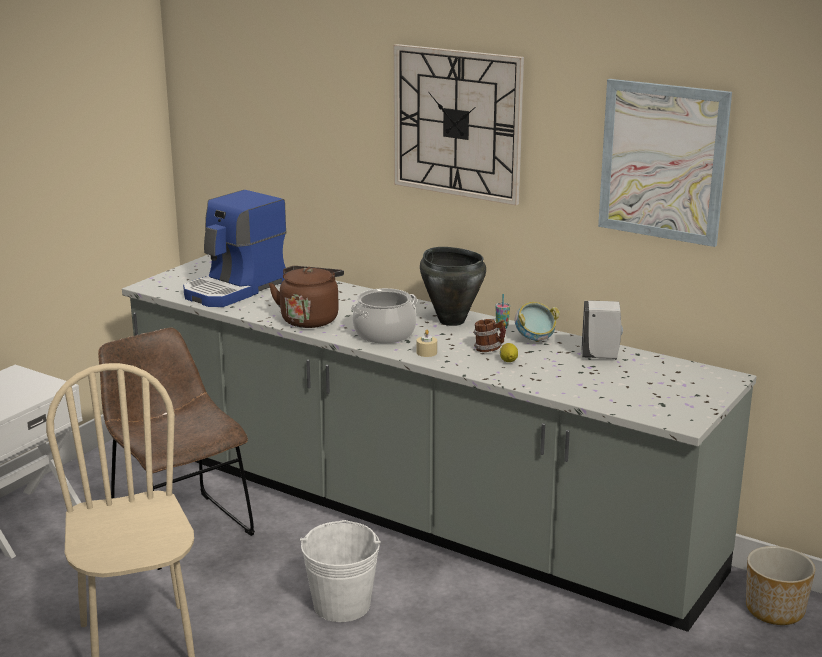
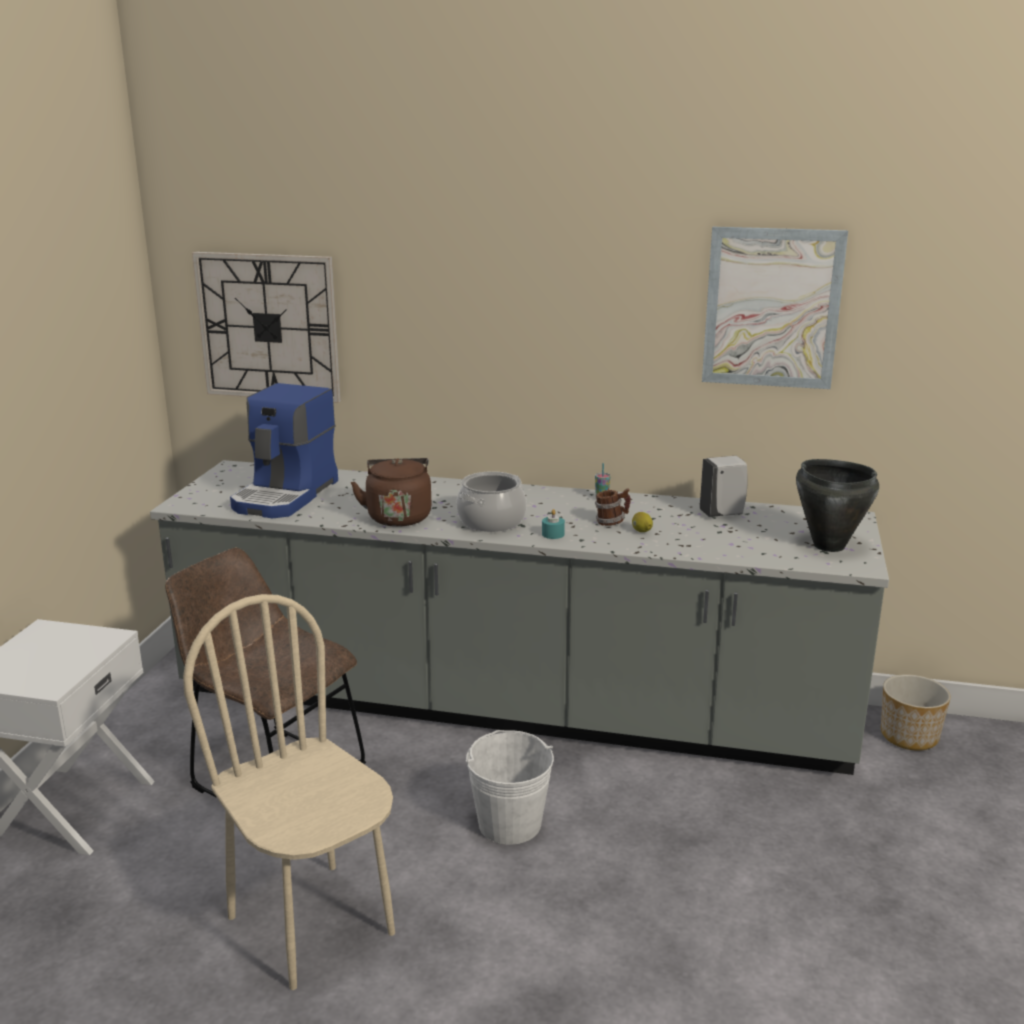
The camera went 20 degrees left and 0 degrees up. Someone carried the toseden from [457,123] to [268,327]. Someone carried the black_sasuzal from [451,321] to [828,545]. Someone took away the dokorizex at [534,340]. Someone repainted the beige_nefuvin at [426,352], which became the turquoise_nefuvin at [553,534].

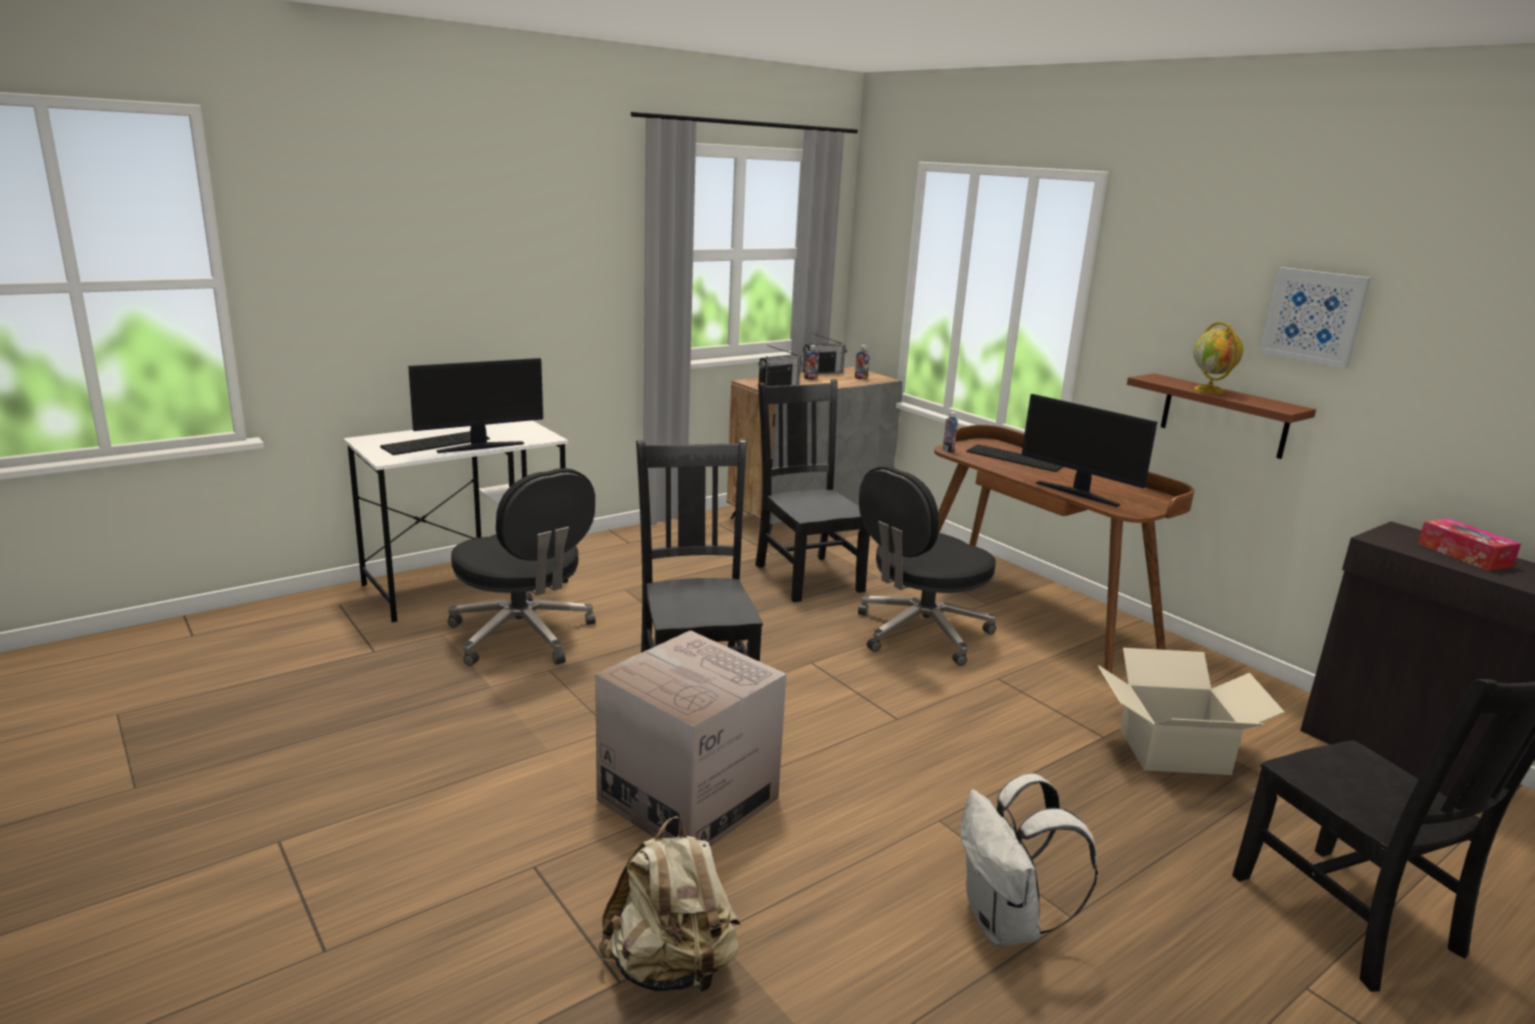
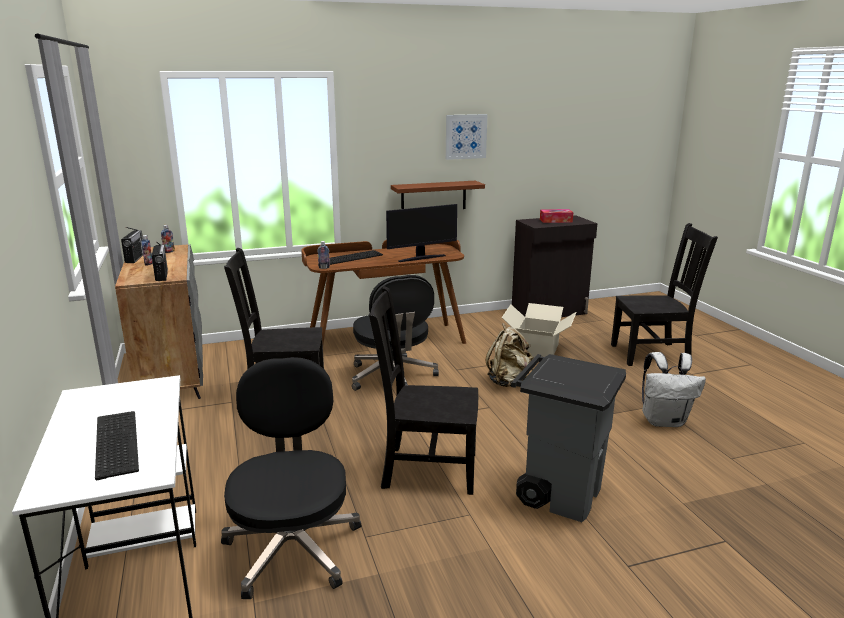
The camera went 70 degrees left and 0 degrees up. Someone took away the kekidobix at [1210,390]. Someone took away the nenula at [480,447]. Someone rotated the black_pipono at [523,636] by 75 degrees counterclockwise. Someone swapped the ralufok at [688,799] for the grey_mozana at [560,493]. Someone carried the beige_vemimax from [671,967] to [509,382].

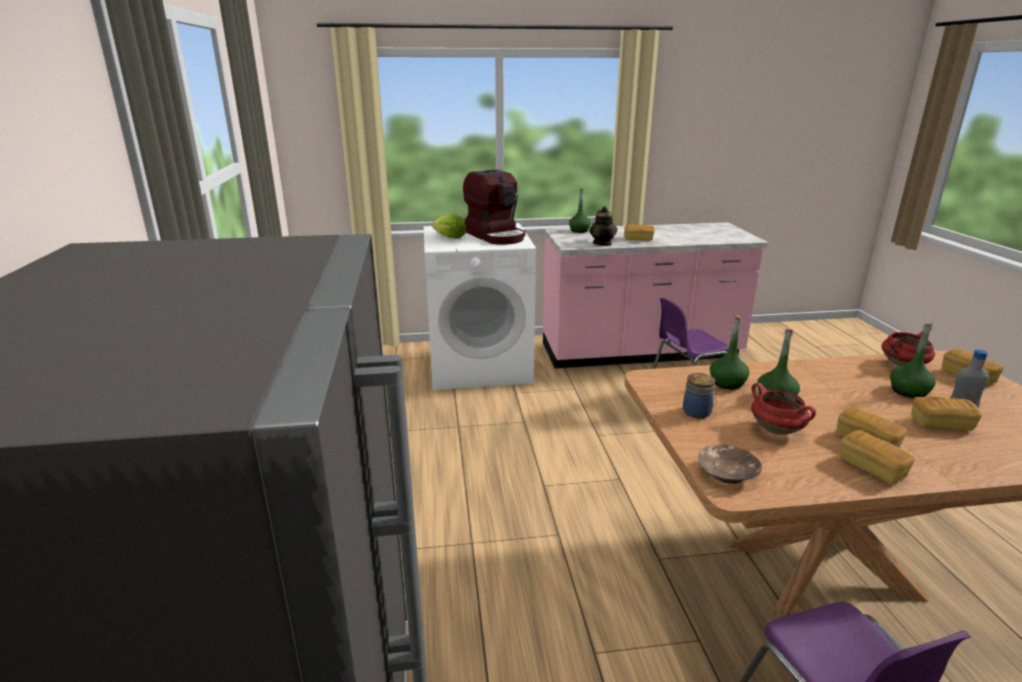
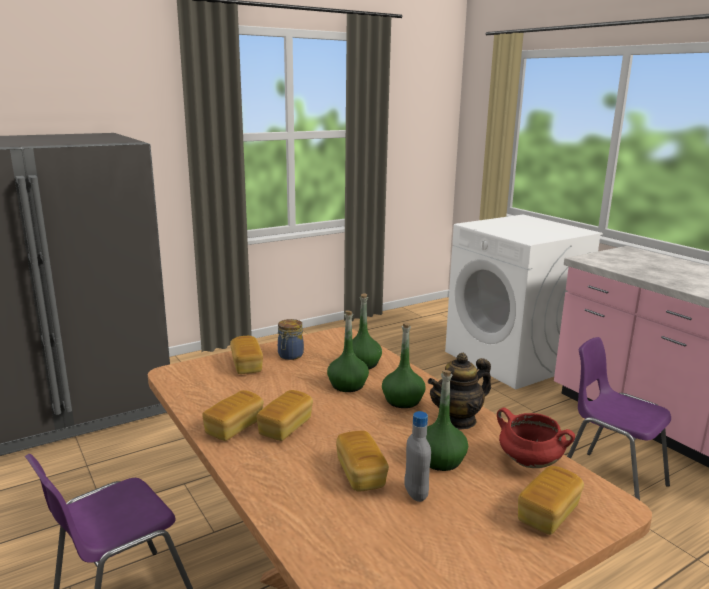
The camera went 65 degrees right and 5 degrees down. Someone took away the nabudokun at [496,236]. Someone carried the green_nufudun from [579,231] to [403,400]. Someone carried the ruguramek from [602,243] to [458,420]. Someone took away the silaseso at [449,237]. Someone carried the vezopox from [638,239] to [247,365]. Someone took away the red_sasuzal at [777,430]. Someone took away the brown_dokorizex at [727,473].

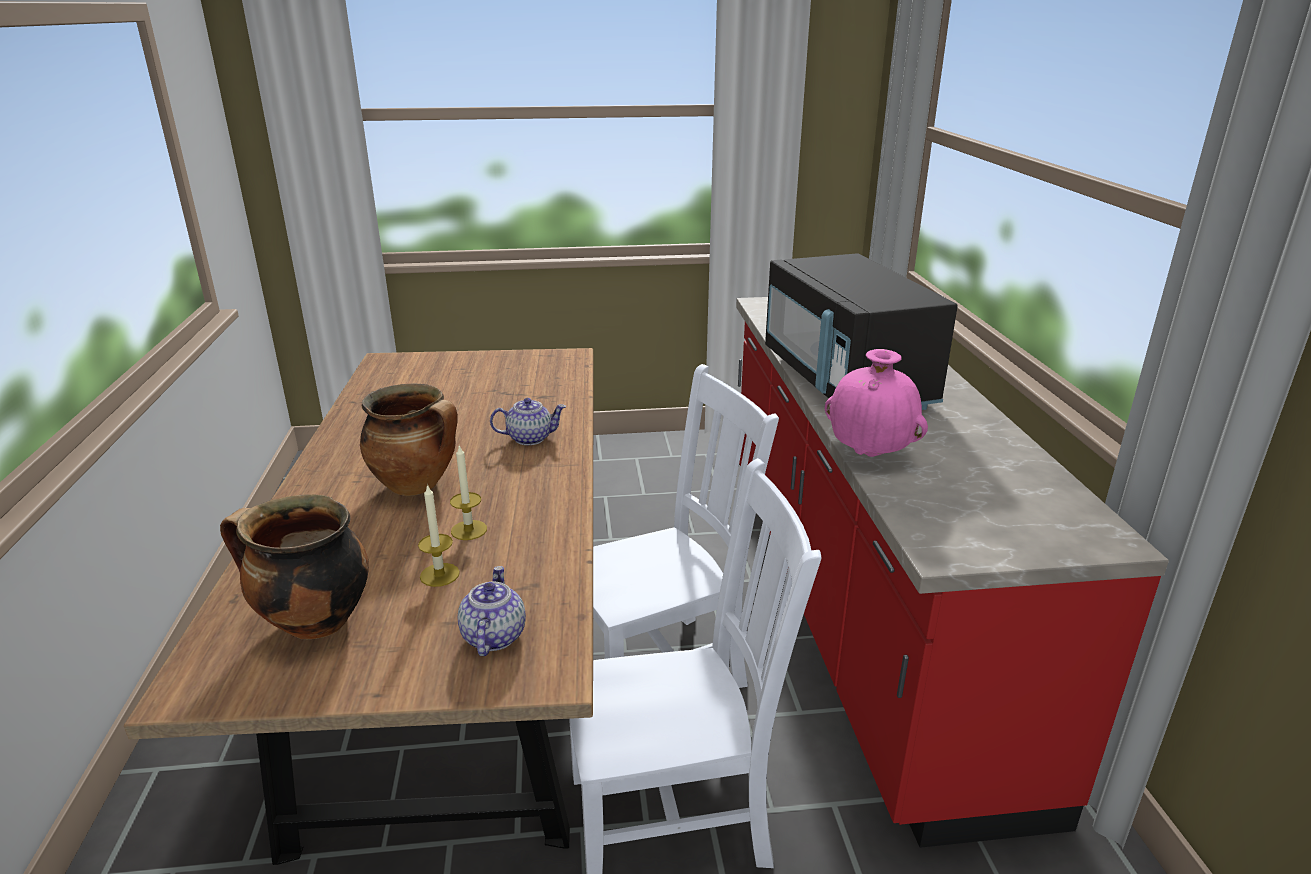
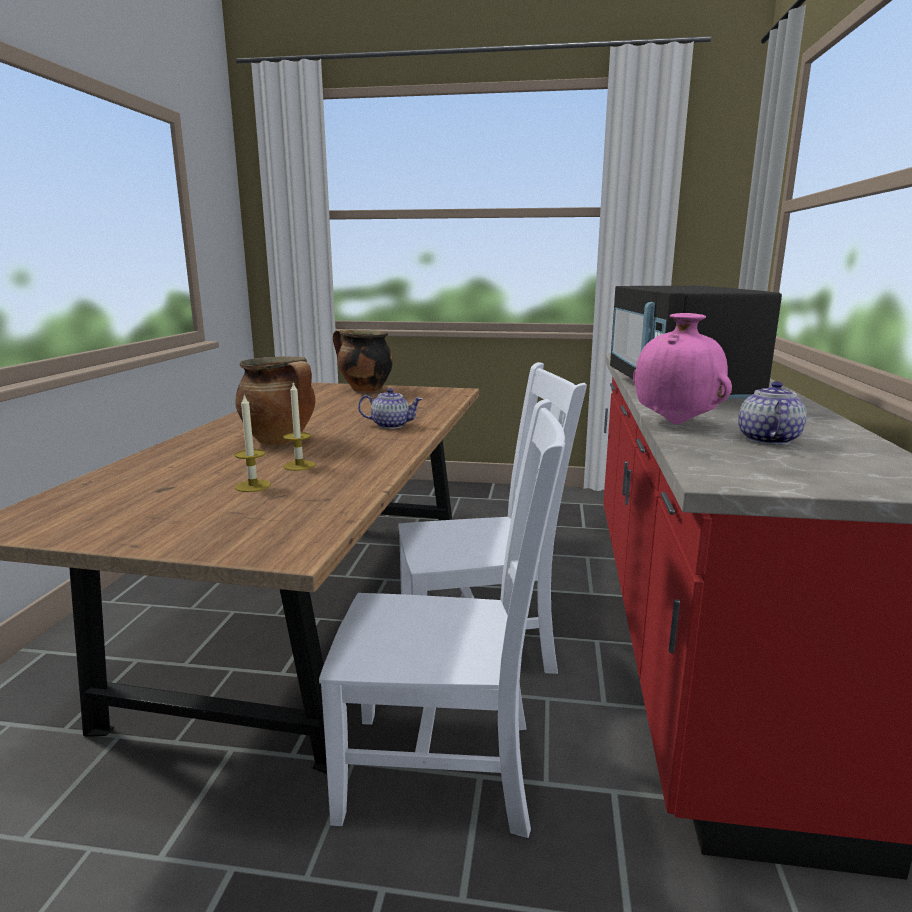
The camera went 15 degrees right and 10 degrees down. Someone carried the sasuzal from [313,623] to [364,390]. Someone carried the ruguramek from [493,636] to [767,440].

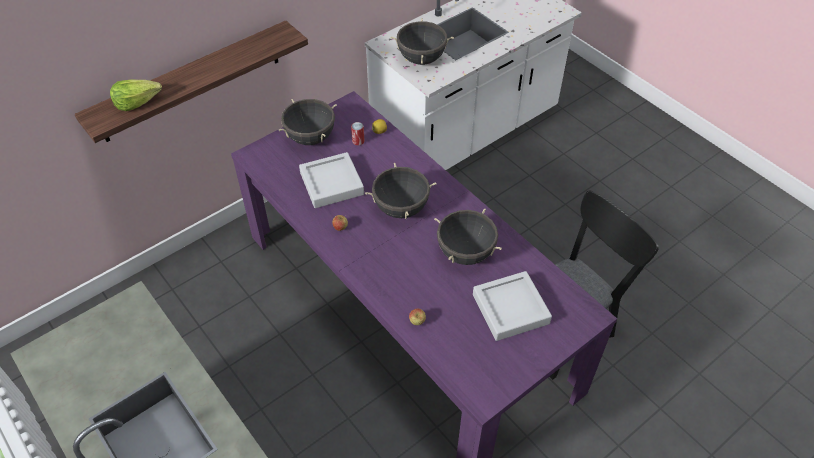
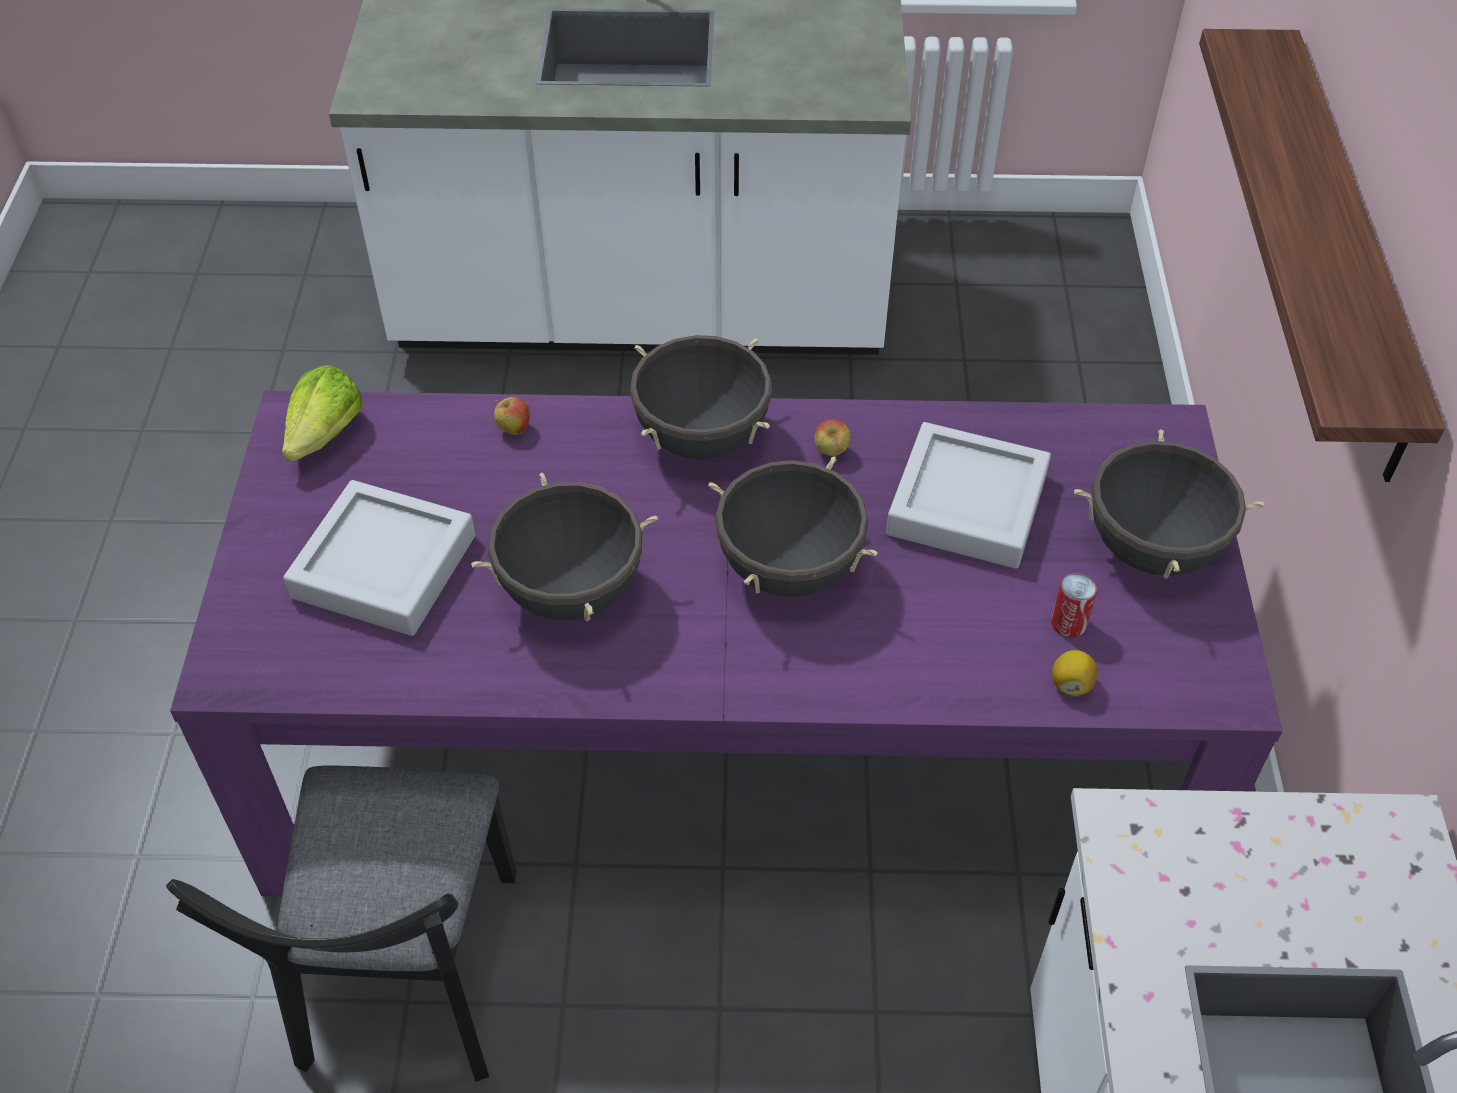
The camera went 130 degrees right and 0 degrees up. Someone carried the black_sasuzal from [421,59] to [702,438]. Someone carried the silaseso from [137,102] to [326,434].

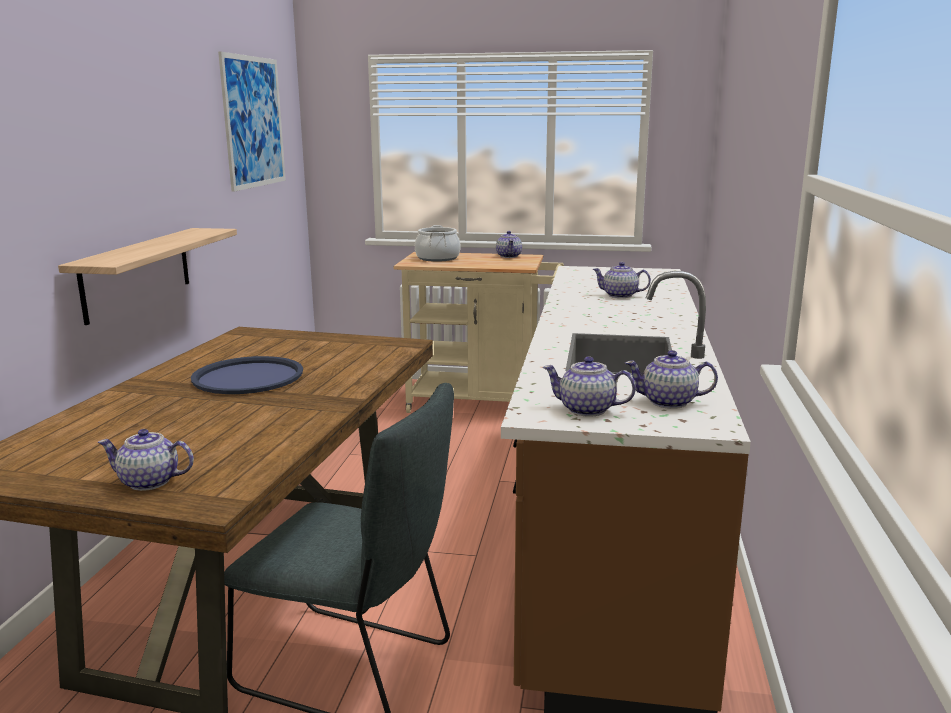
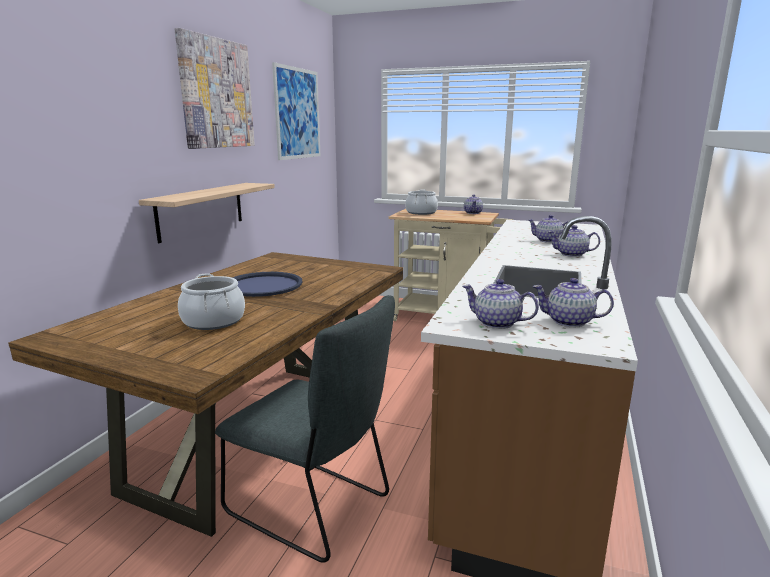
The camera went 10 degrees right and 0 degrees up. Someone carried the ruguramek from [150,482] to [572,254]. Someone put up the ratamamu at [216,93]. Someone put down the sasuzal at [214,321].

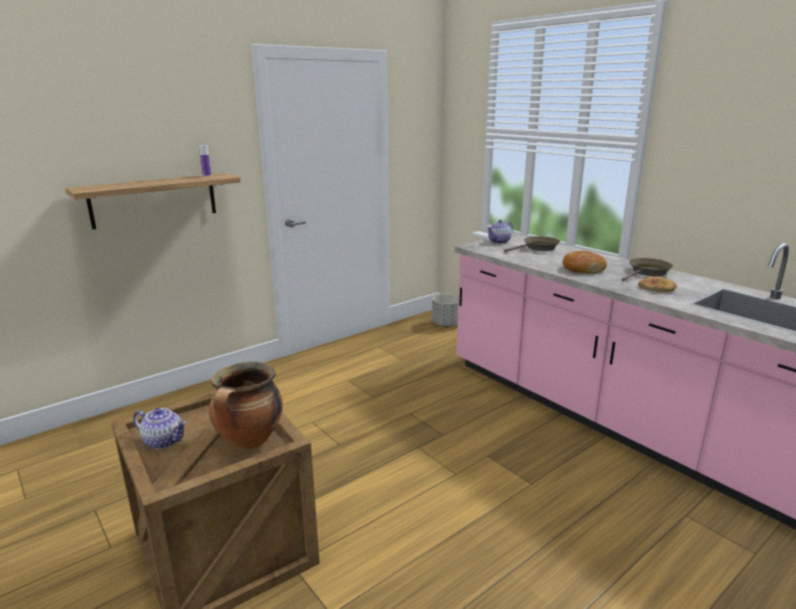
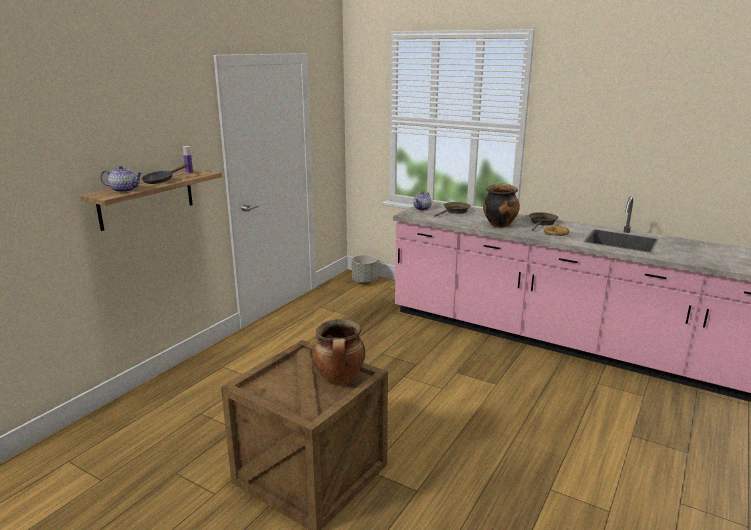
The camera went 20 degrees left and 0 degrees up. Someone swapped the vezopox at [582,269] for the sasuzal at [499,224]. Someone carried the ruguramek from [164,441] to [124,190]. Someone put down the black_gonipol at [161,181].

